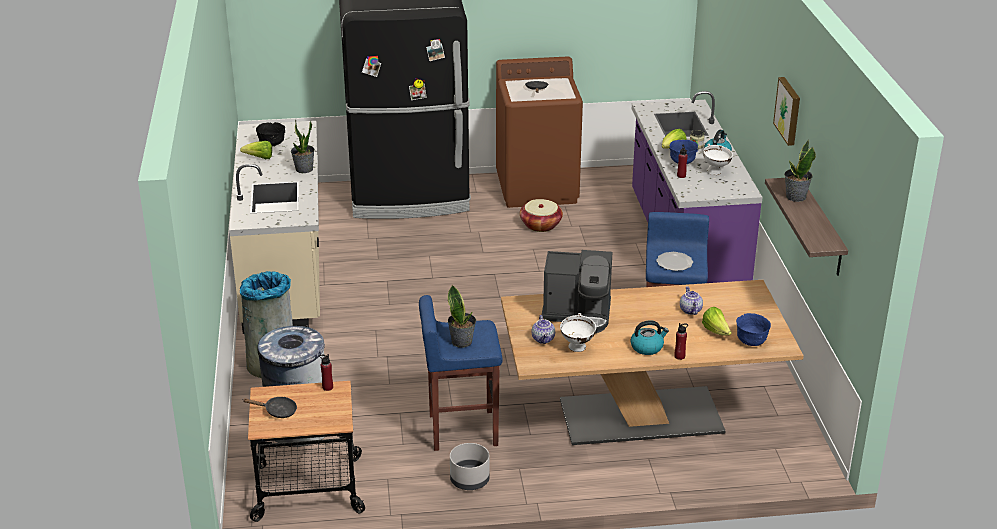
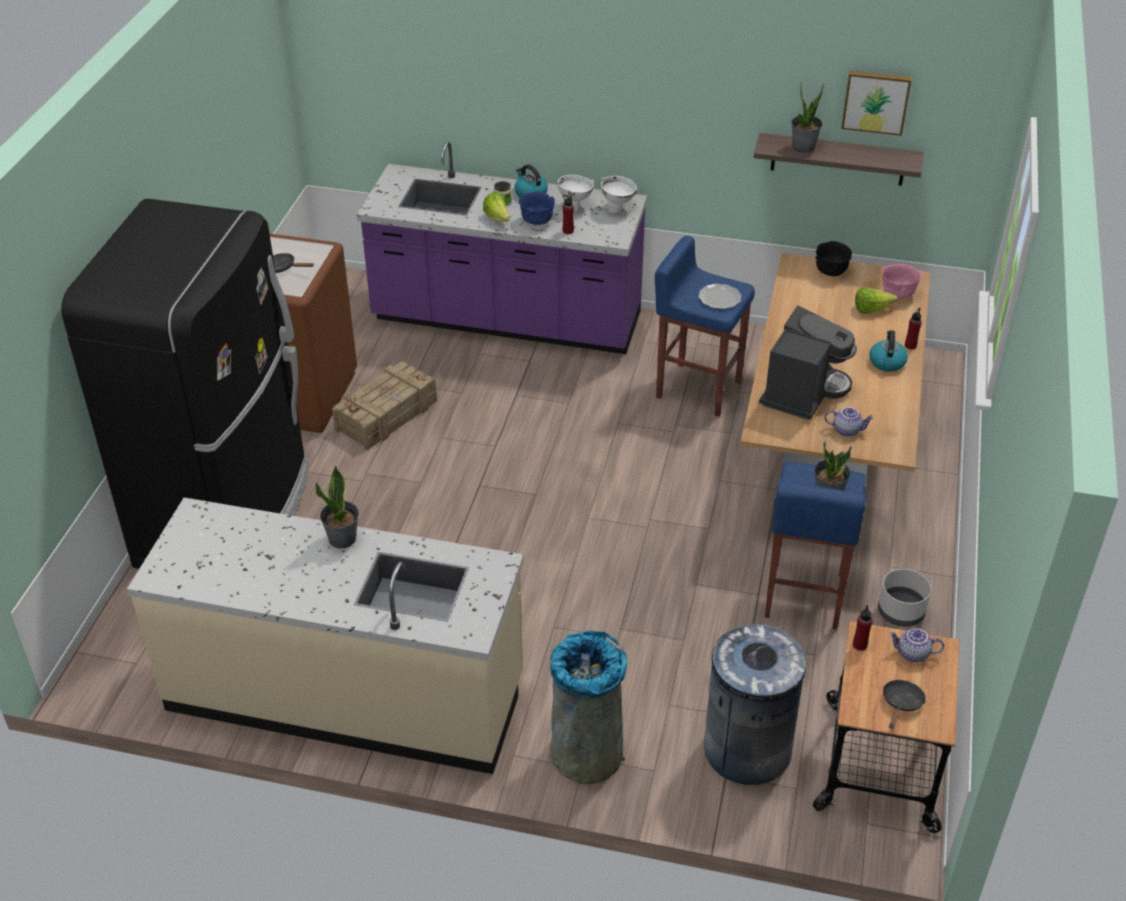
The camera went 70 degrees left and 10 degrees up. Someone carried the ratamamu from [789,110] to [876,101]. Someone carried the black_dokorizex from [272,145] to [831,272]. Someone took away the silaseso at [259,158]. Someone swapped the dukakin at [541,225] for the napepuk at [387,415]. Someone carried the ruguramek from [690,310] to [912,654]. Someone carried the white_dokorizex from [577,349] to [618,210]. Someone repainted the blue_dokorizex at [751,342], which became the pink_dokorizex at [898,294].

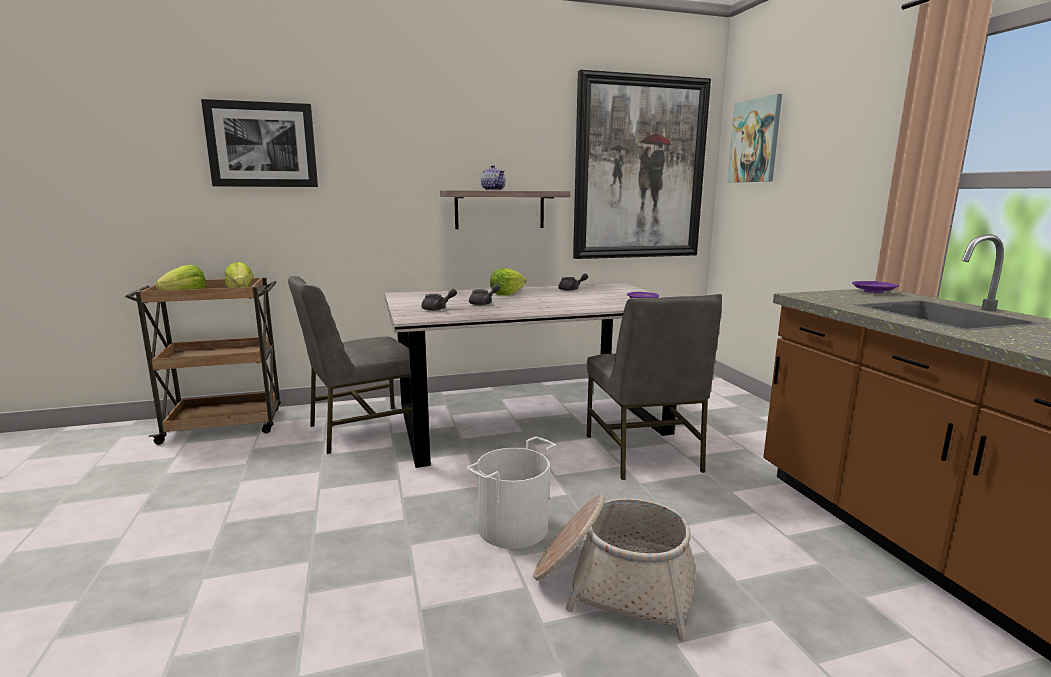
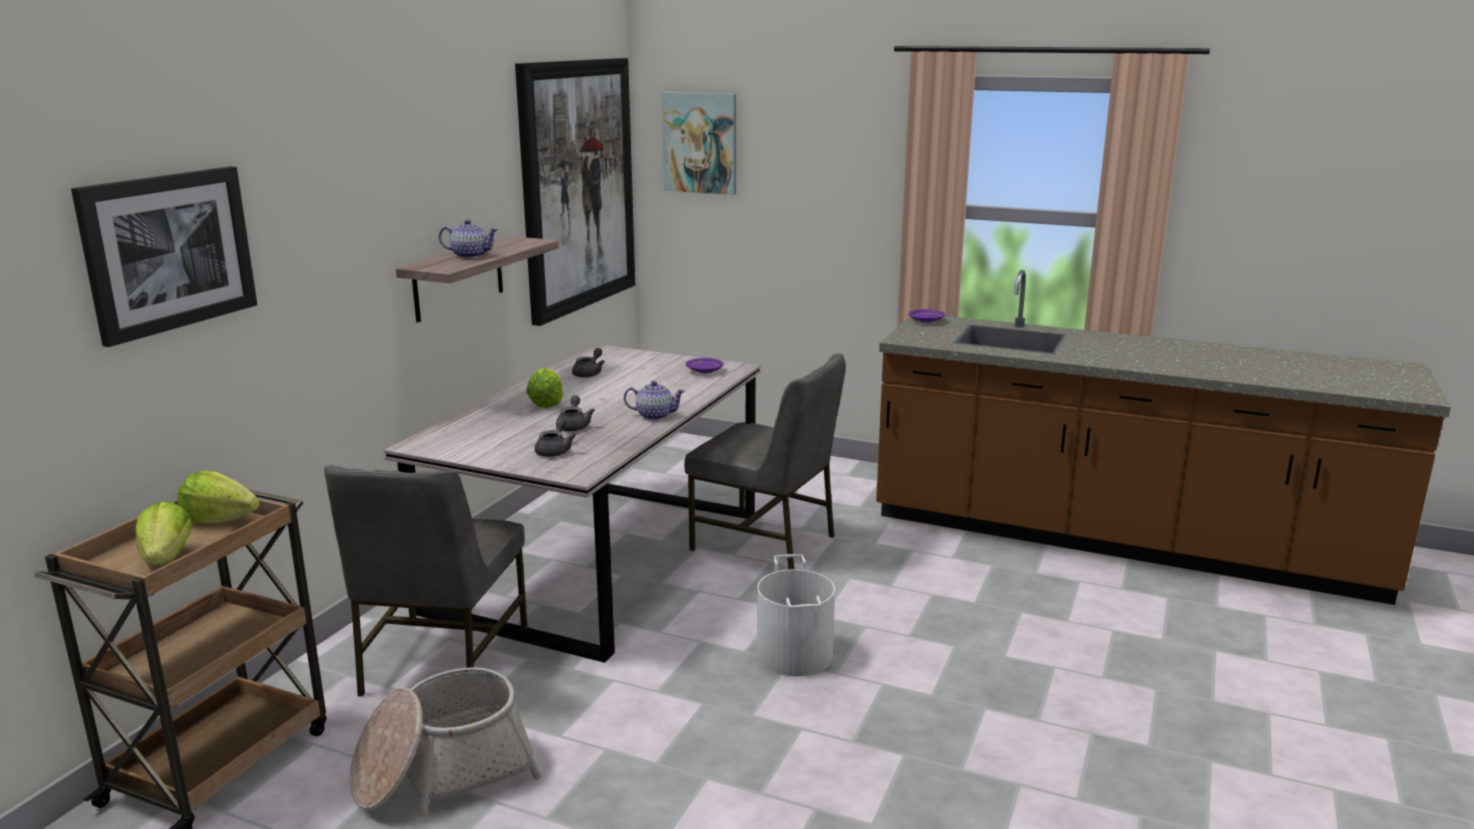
The camera went 50 degrees left and 5 degrees up. Someone carried the dukakin from [613,583] to [443,771]. Someone put down the ruguramek at [654,415].

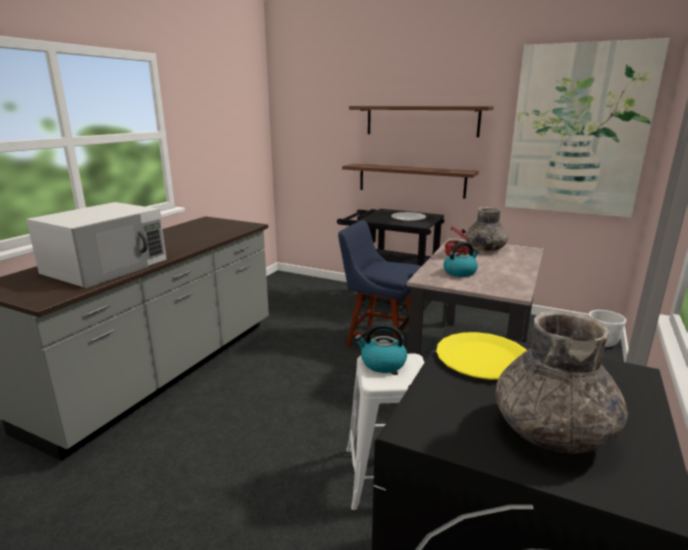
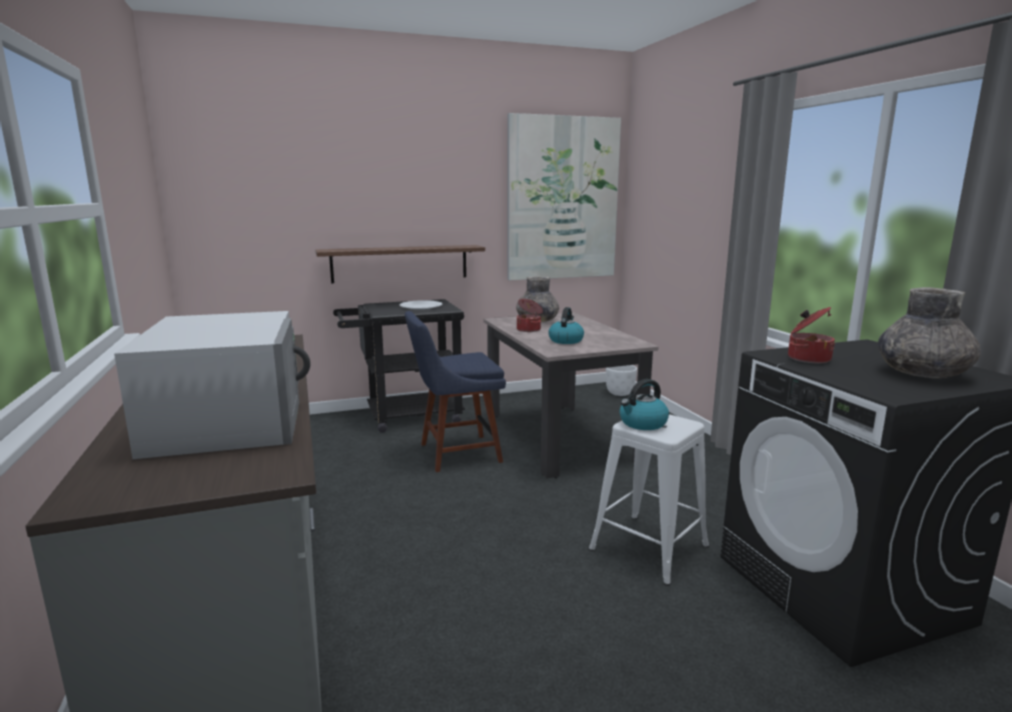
The camera went 45 degrees left and 5 degrees down. Someone took away the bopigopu at [421,120]. Someone swapped the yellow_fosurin at [482,357] for the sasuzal at [807,358].

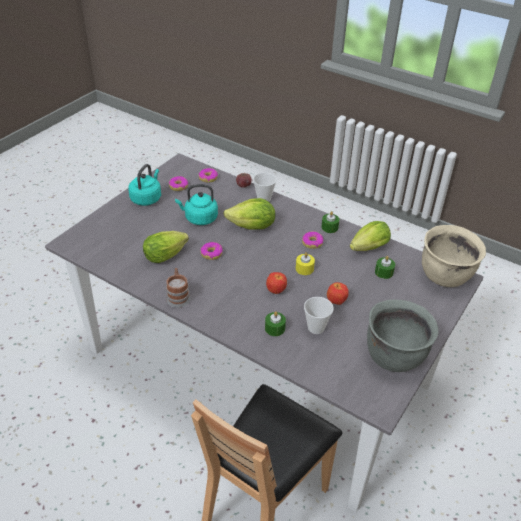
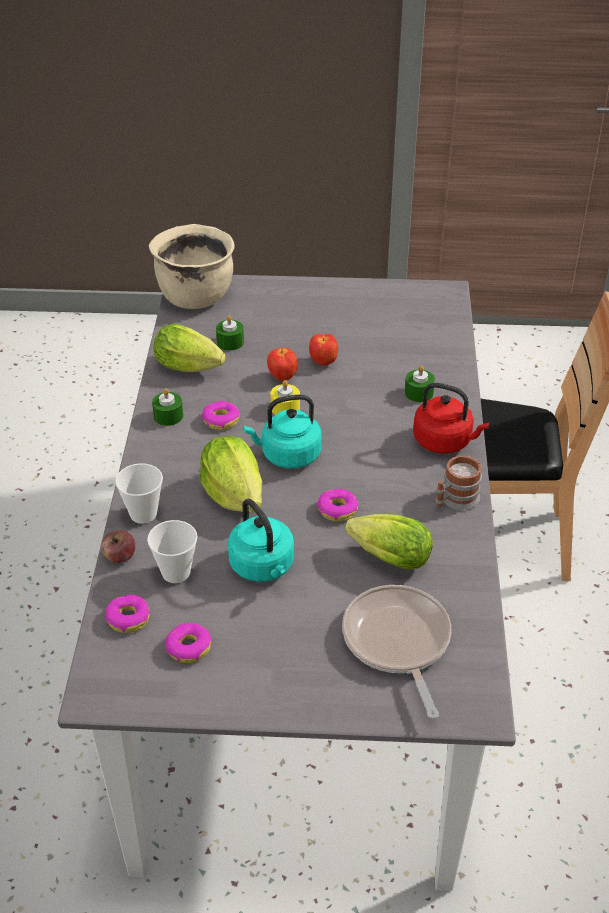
The camera went 120 degrees left and 0 degrees up. Someone carried the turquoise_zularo from [147,198] to [287,455]. Someone carried the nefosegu from [276,291] to [282,377]. Someone carried the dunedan from [316,327] to [176,572]. Someone took away the grey_sasuzal at [394,356]. Someone put down the red_zularo at [445,441]. Someone put down the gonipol at [397,643].

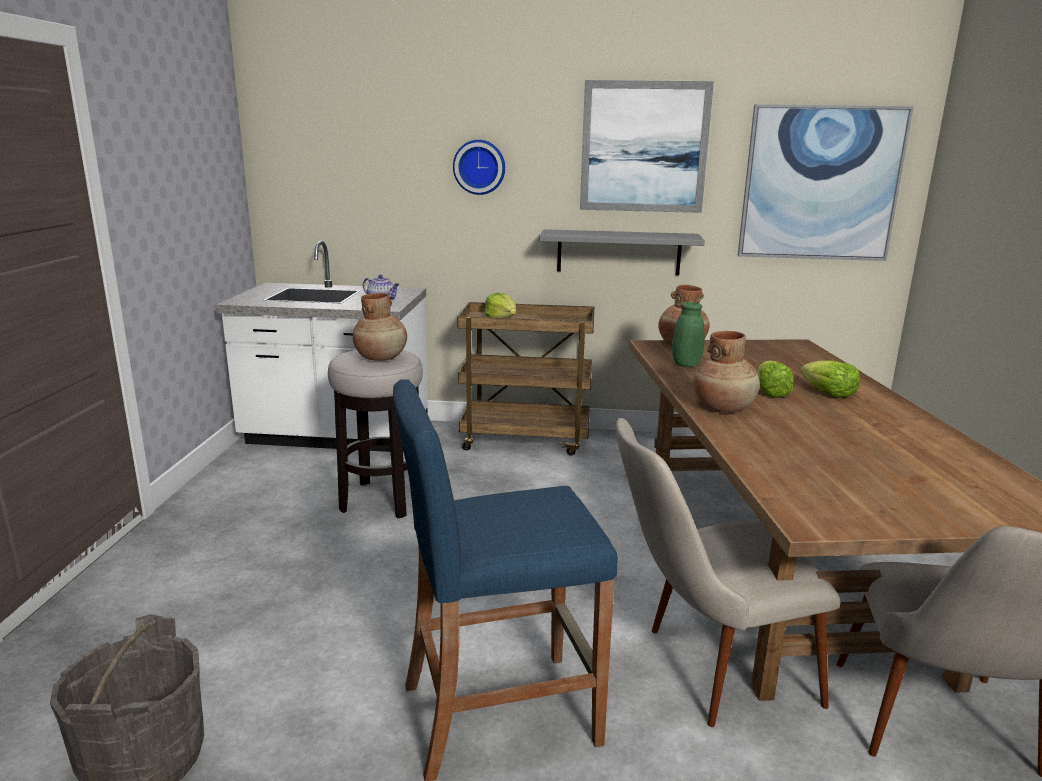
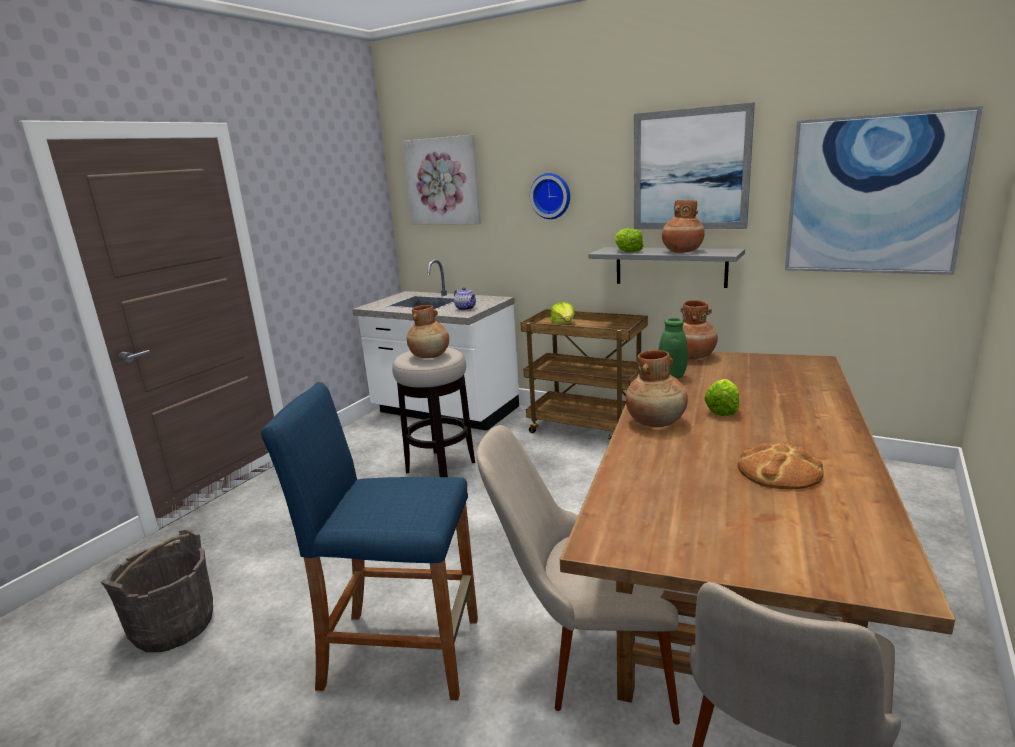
The camera went 25 degrees right and 0 degrees up. Someone carried the silaseso from [828,393] to [627,251]. Someone put up the ratamamu at [443,181]. Someone put down the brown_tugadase at [681,251]. Someone put down the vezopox at [779,471].

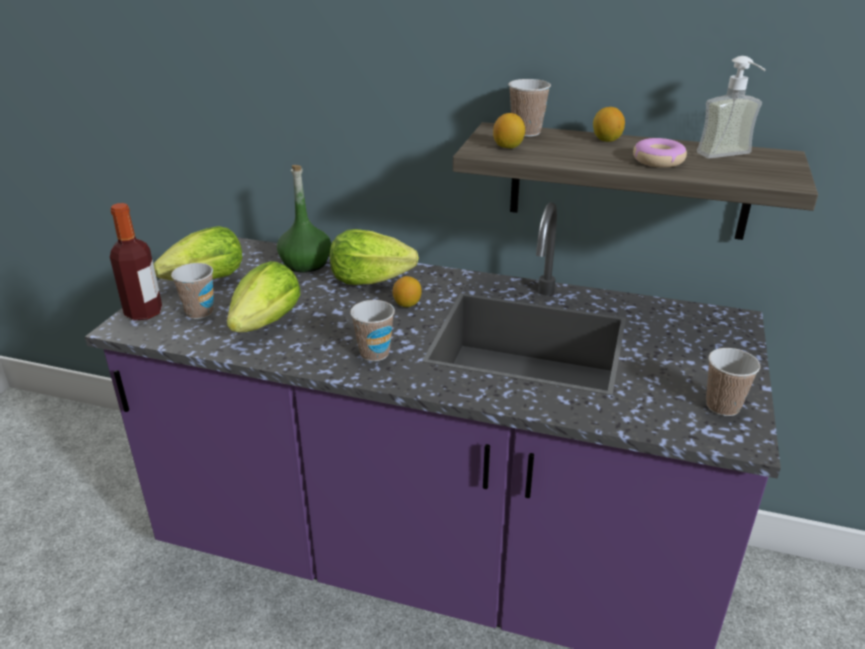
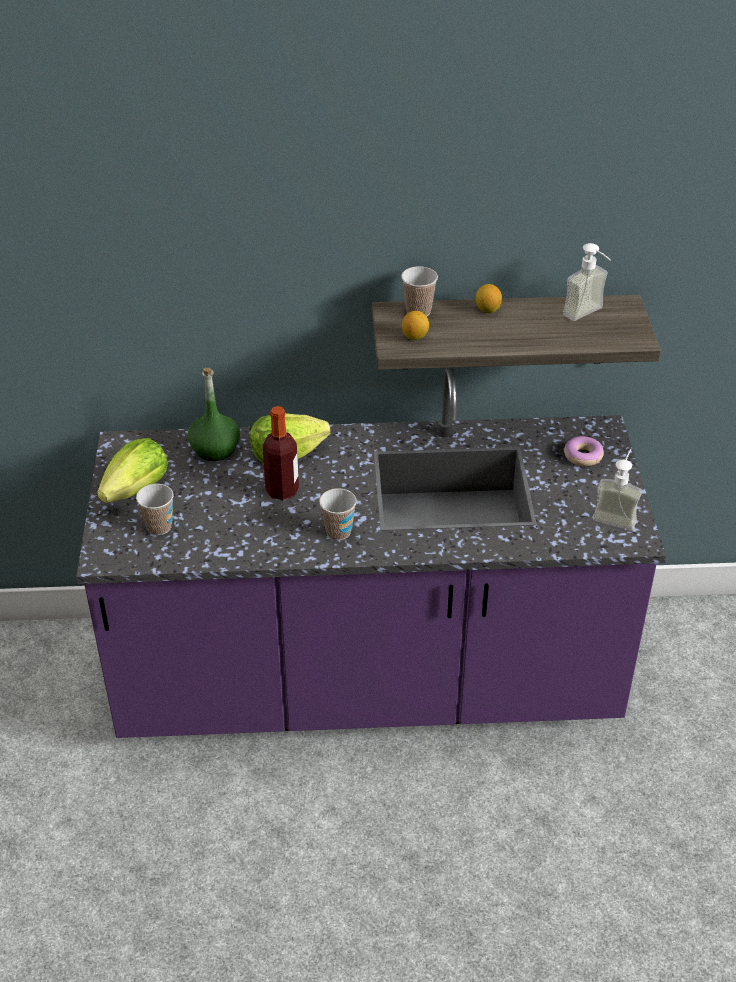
The camera went 20 degrees left and 10 degrees up. Someone carried the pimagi from [658,161] to [583,456]. Someone carried the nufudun from [144,313] to [282,491]. Someone took away the silaseso at [267,323]. Someone took away the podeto at [407,304]. Someone swapped the dunedan at [722,406] for the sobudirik at [616,515].

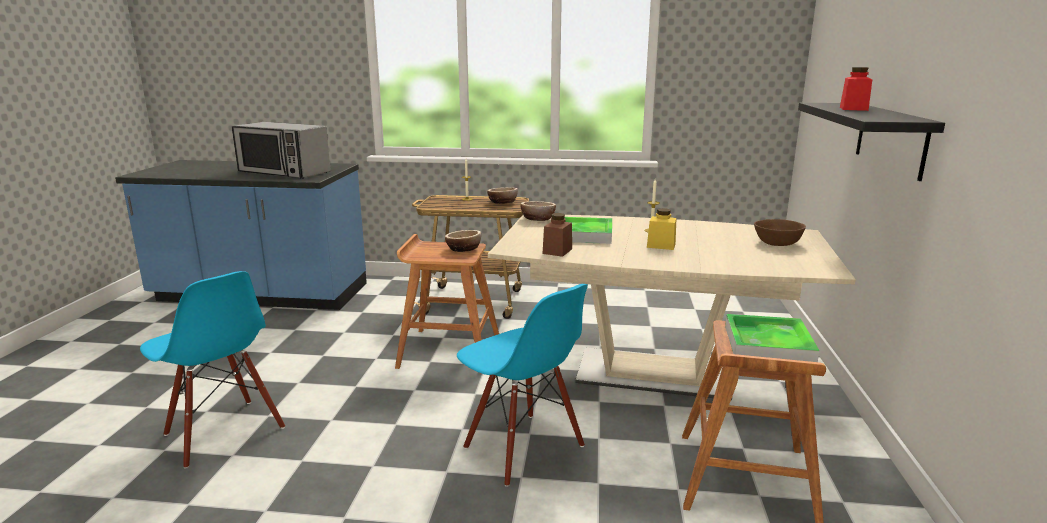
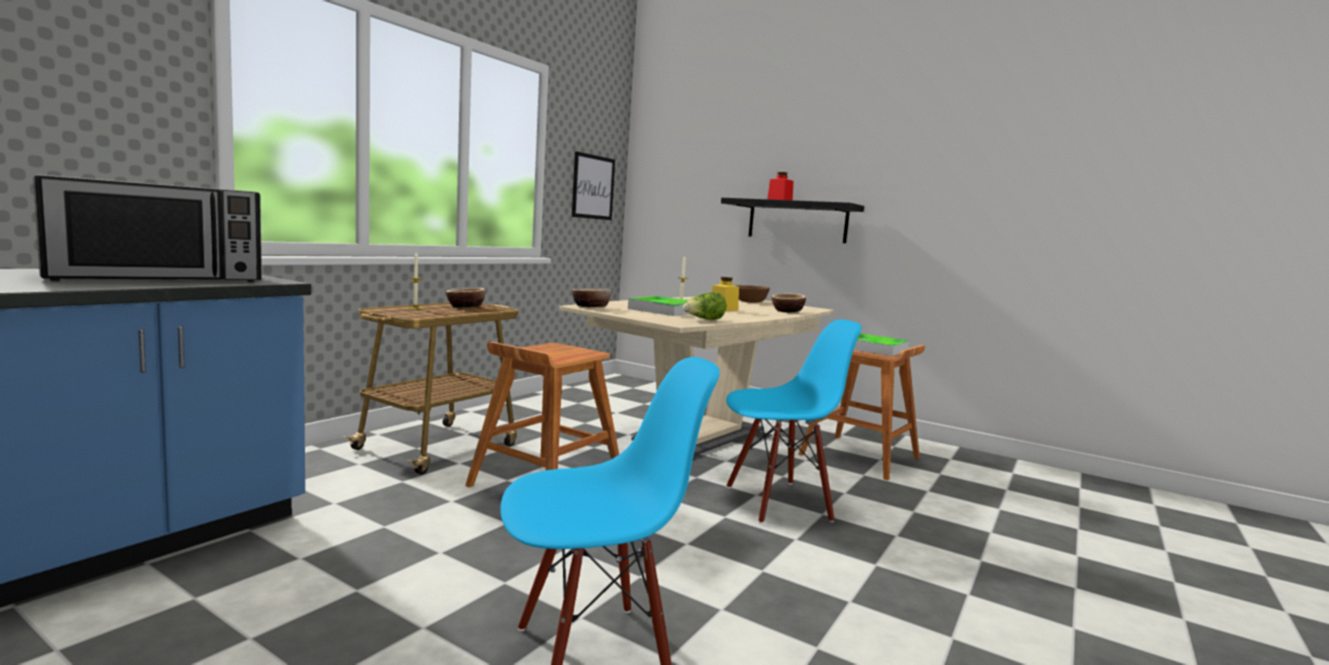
The camera went 65 degrees left and 10 degrees down. Someone swapped the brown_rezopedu at [557,251] for the silaseso at [704,319]. Someone carried the dokorizex from [463,249] to [787,311]. Someone put up the ratamamu at [593,187].

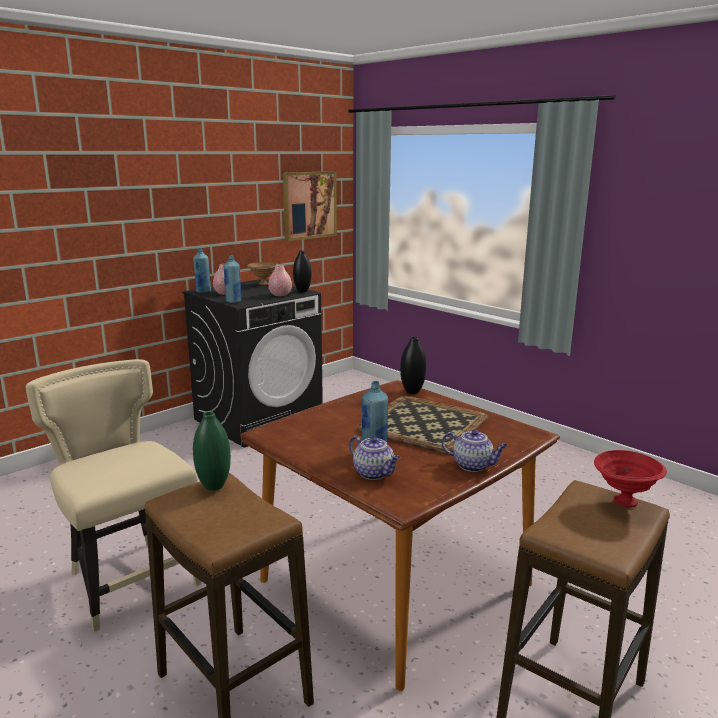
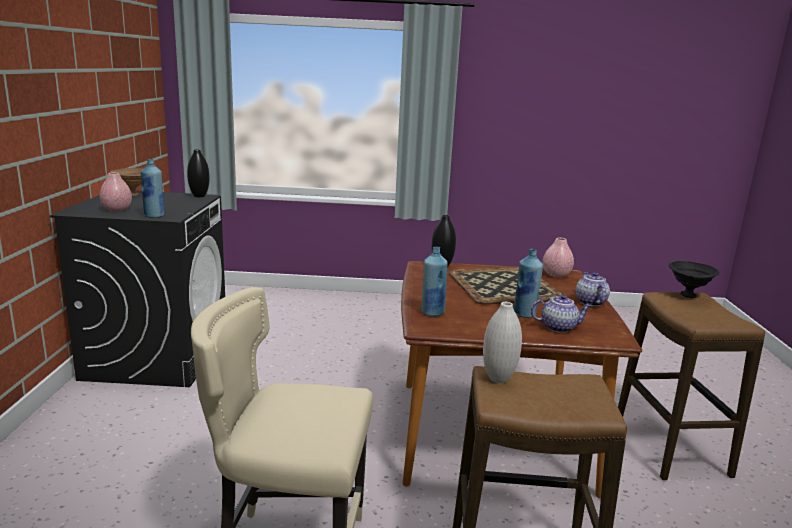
The camera went 45 degrees left and 0 degrees up. Someone took away the ratamamu at [309,205]. Someone carried the blue_nufudun from [203,291] to [432,313]. Someone carried the pink_tugadase from [280,295] to [556,275]. Someone repainted the green_tugadase at [214,486], which became the white_tugadase at [498,379]. Someone rotated the ruguramek at [473,465] by 75 degrees counterclockwise. Someone repainted the red_dokorizex at [624,502], which became the black_dokorizex at [688,295].

